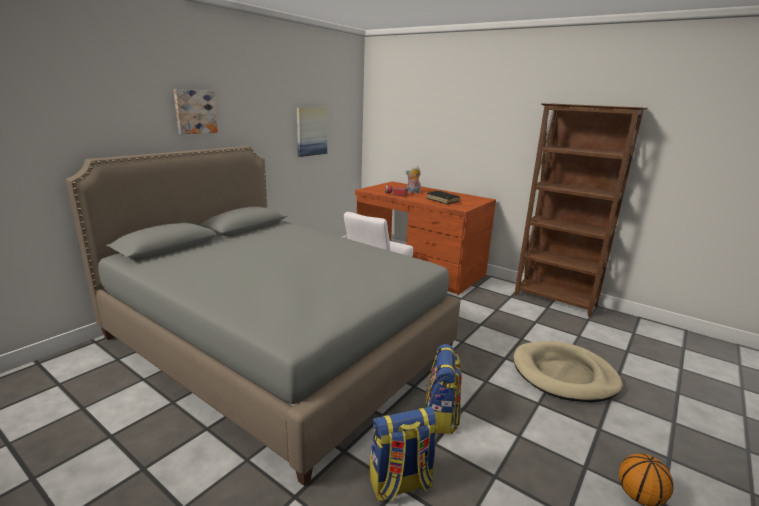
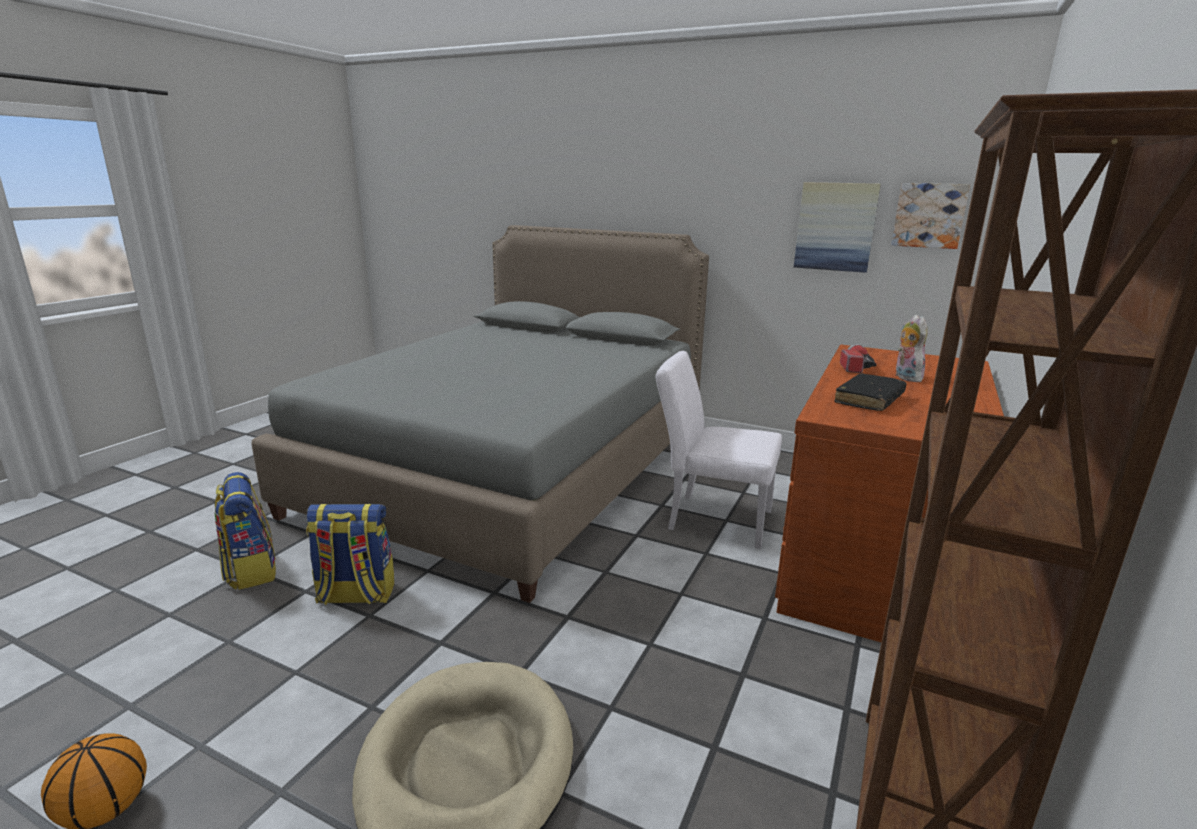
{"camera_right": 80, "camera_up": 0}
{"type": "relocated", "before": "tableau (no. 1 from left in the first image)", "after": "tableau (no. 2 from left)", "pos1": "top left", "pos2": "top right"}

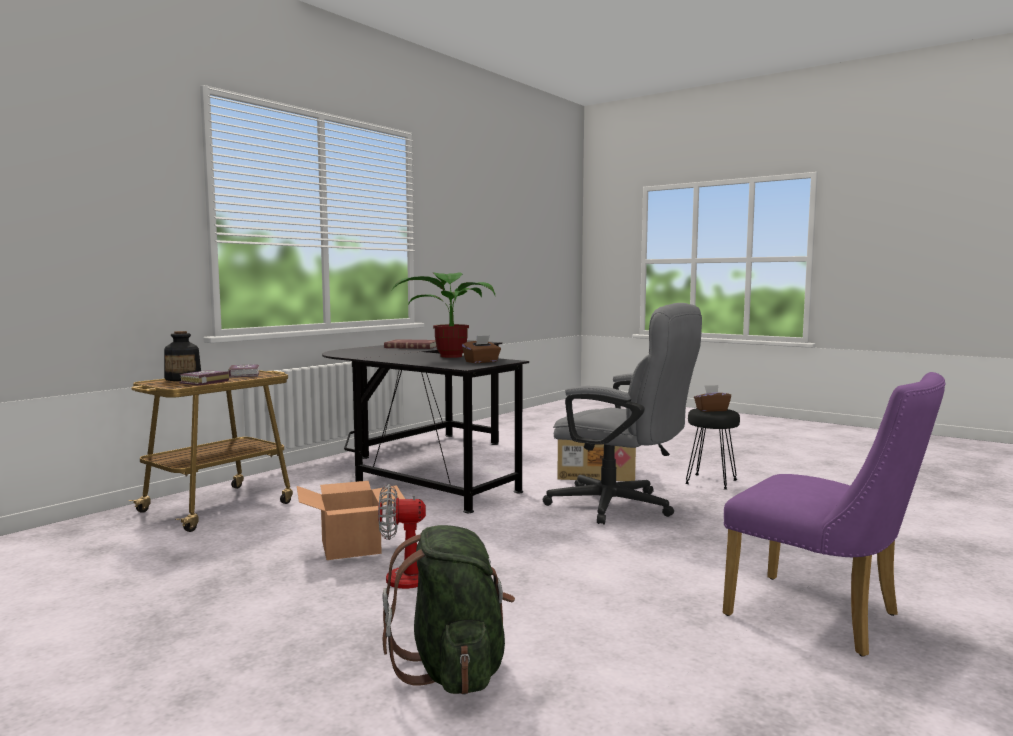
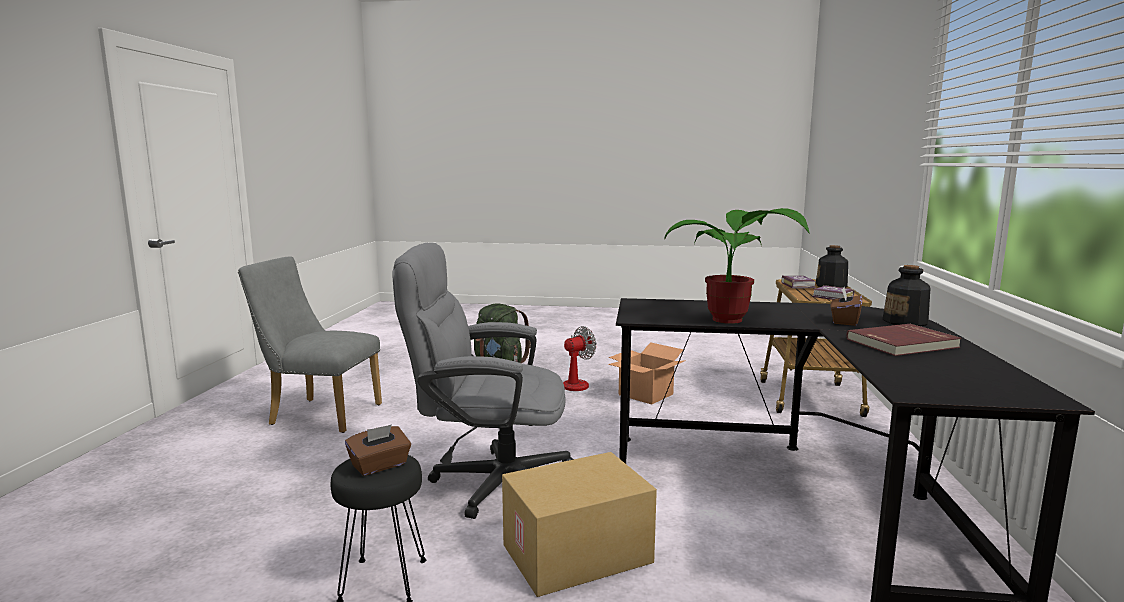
{"camera_right": 150, "camera_up": 5}
{"type": "relocated", "before": "boîte à mouchoirs (marron) (no. 1 from left in the first image)", "after": "boîte à mouchoirs (marron) (no. 2 from left)", "pos1": "centre", "pos2": "middle right"}
{"type": "colour", "before": "chaise (violet)", "after": "chaise (gris)", "pos1": "bottom right", "pos2": "middle left"}
{"type": "appeared", "after": "bouteille (no. 2 from left)", "pos2": "middle right"}

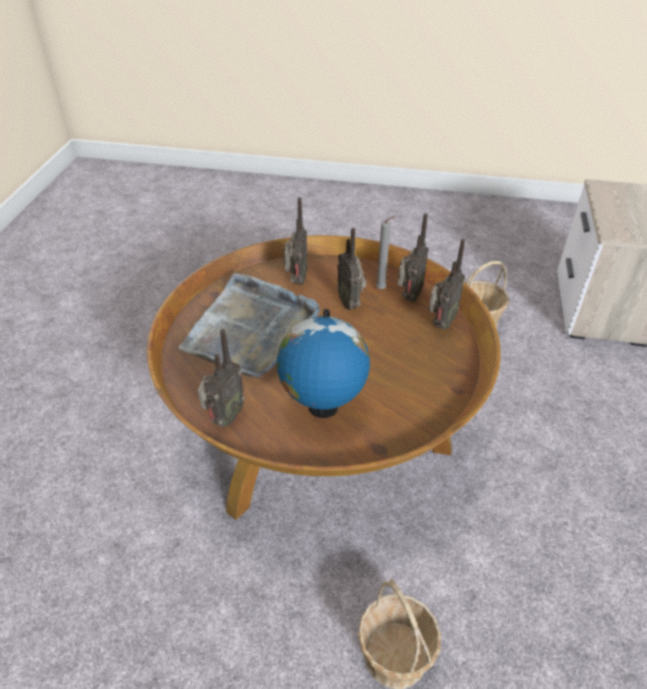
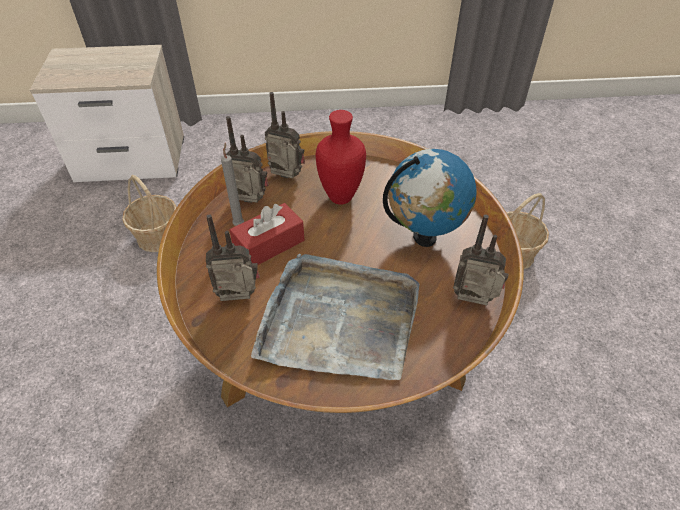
{"camera_right": -105, "camera_up": 5}
{"type": "exchanged", "before": "radio (no. 3 from left)", "after": "boîte à mouchoirs (rouge)", "pos1": "centre", "pos2": "centre"}
{"type": "appeared", "after": "vase (rouge)", "pos2": "top centre"}

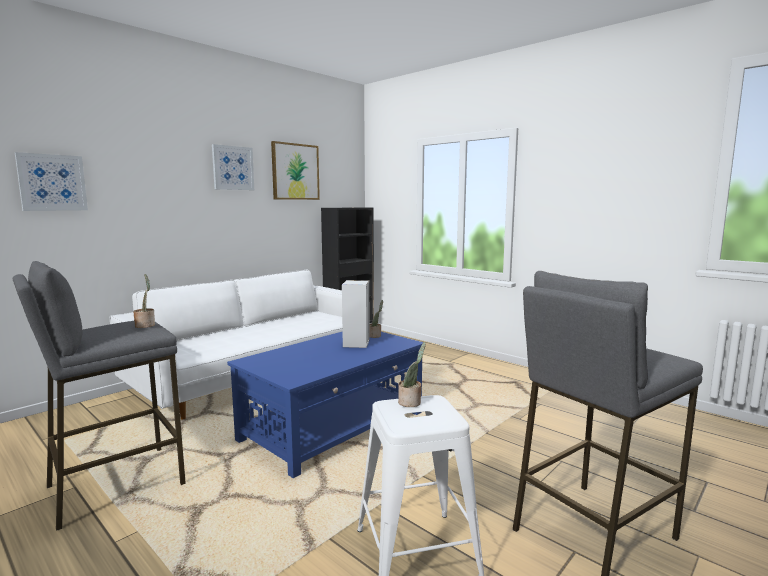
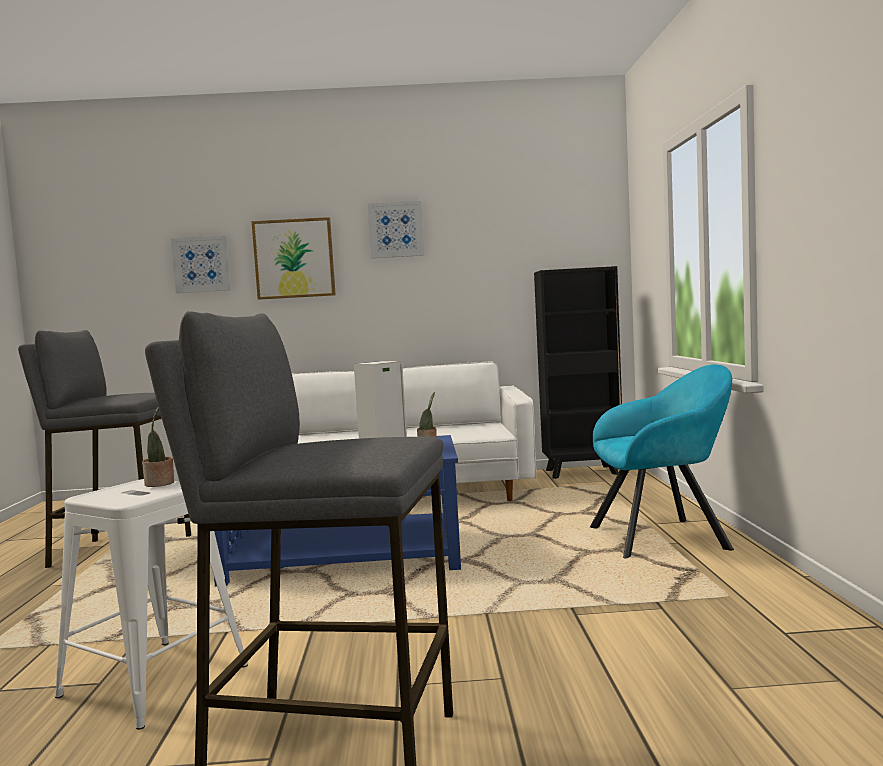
{"camera_right": 45, "camera_up": -5}
{"type": "missing", "before": "plante en pot (no. 1 from left)", "pos1": "middle left"}
{"type": "relocated", "before": "tableau (no. 3 from left in the first image)", "after": "tableau (no. 2 from left)", "pos1": "top centre", "pos2": "middle left"}
{"type": "appeared", "after": "fauteuil (turquoise)", "pos2": "middle right"}

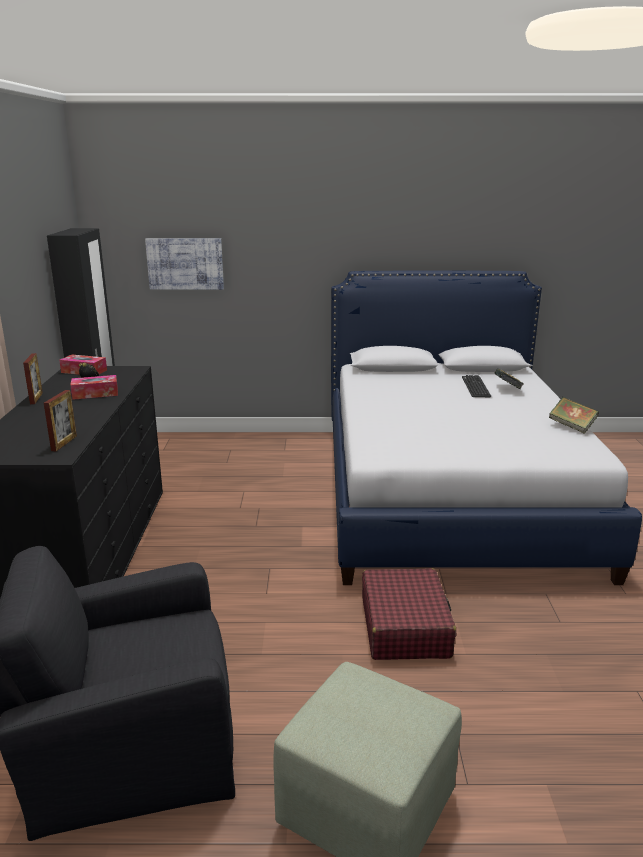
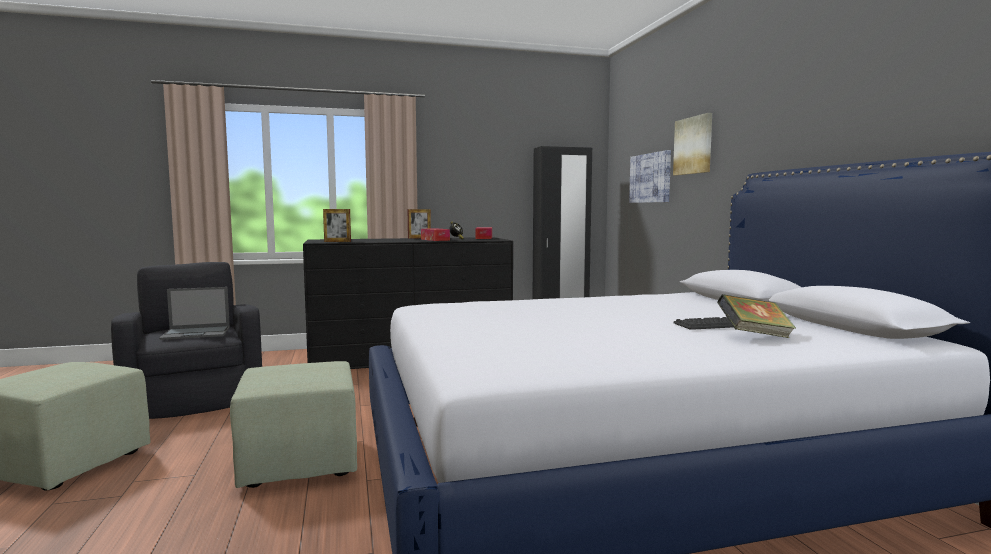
{"camera_right": 75, "camera_up": -15}
{"type": "exchanged", "before": "valise (rouge)", "after": "pouf (vert) (no. 2 from left)", "pos1": "bottom centre", "pos2": "bottom left"}
{"type": "missing", "before": "livre (no. 2 from left)", "pos1": "middle right"}
{"type": "appeared", "after": "ordinateur portable", "pos2": "middle left"}
{"type": "appeared", "after": "tableau (no. 2 from left)", "pos2": "top right"}

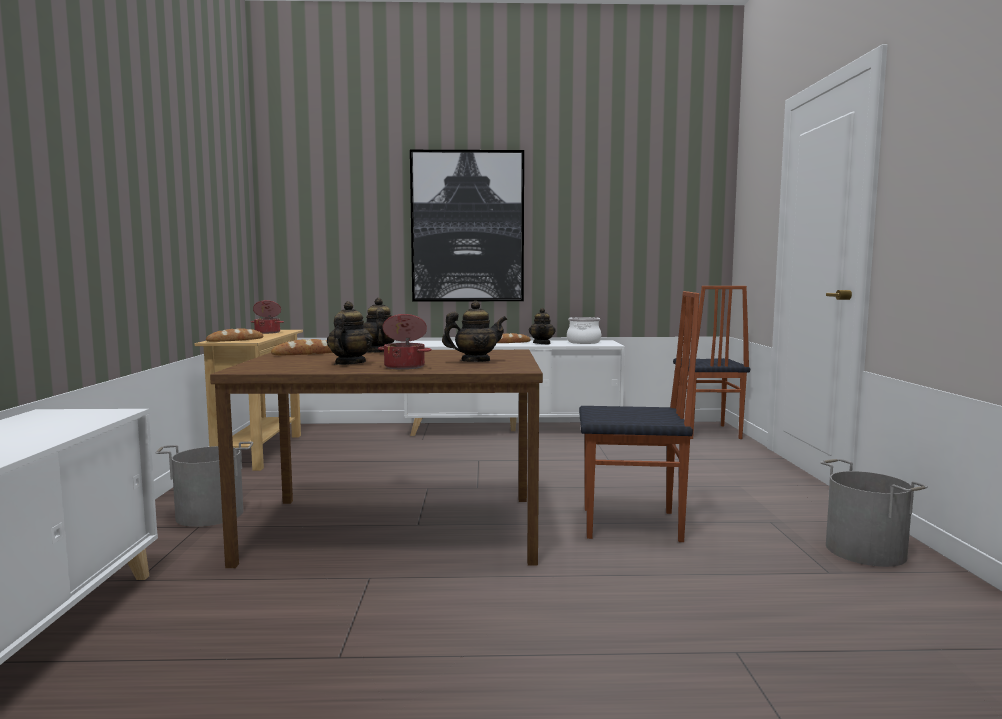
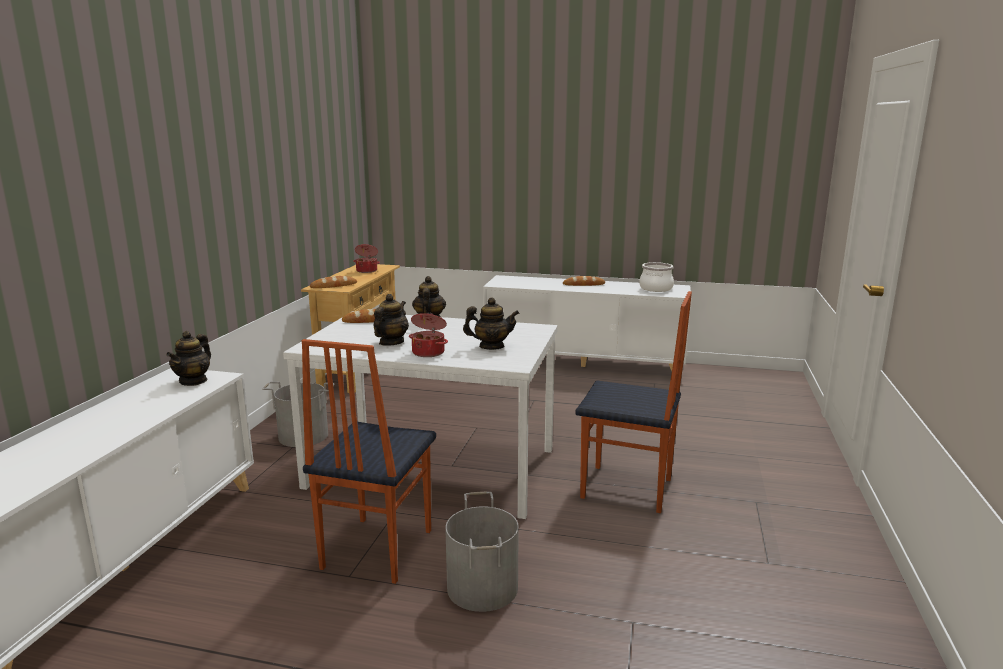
{"camera_right": 15, "camera_up": 10}
{"type": "colour", "before": "table à manger (marron)", "after": "table à manger (blanc)", "pos1": "centre", "pos2": "centre"}
{"type": "missing", "before": "tableau", "pos1": "top centre"}
{"type": "relocated", "before": "théière (no. 4 from left in the first image)", "after": "théière (no. 1 from left)", "pos1": "centre", "pos2": "middle left"}
{"type": "relocated", "before": "chaise (no. 2 from left in the first image)", "after": "chaise (no. 1 from left)", "pos1": "middle right", "pos2": "bottom centre"}
{"type": "relocated", "before": "seau (gris) (no. 2 from left)", "pos1": "bottom right", "pos2": "bottom centre"}

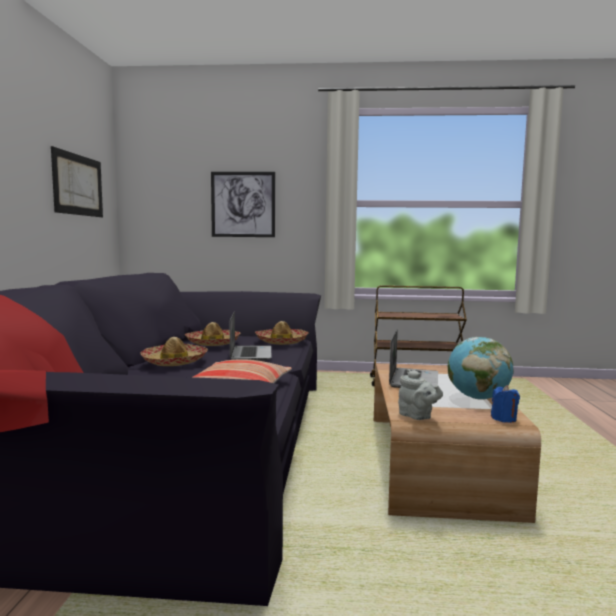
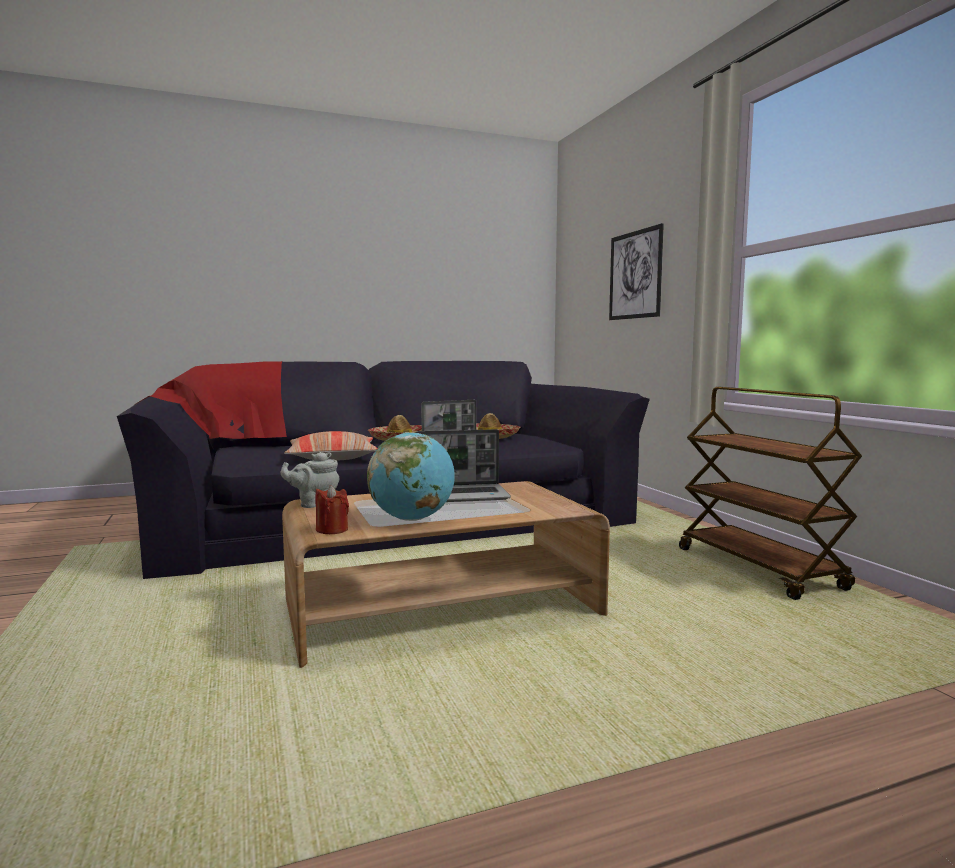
{"camera_right": 65, "camera_up": 0}
{"type": "missing", "before": "tableau (no. 1 from left)", "pos1": "top left"}
{"type": "missing", "before": "chapeau (no. 3 from left)", "pos1": "centre"}
{"type": "spun", "before": "théière (gris)", "pos1": "middle right", "pos2": "middle left", "turn": 45}
{"type": "colour", "before": "bougie (bleu)", "after": "bougie (rouge)", "pos1": "middle right", "pos2": "centre"}

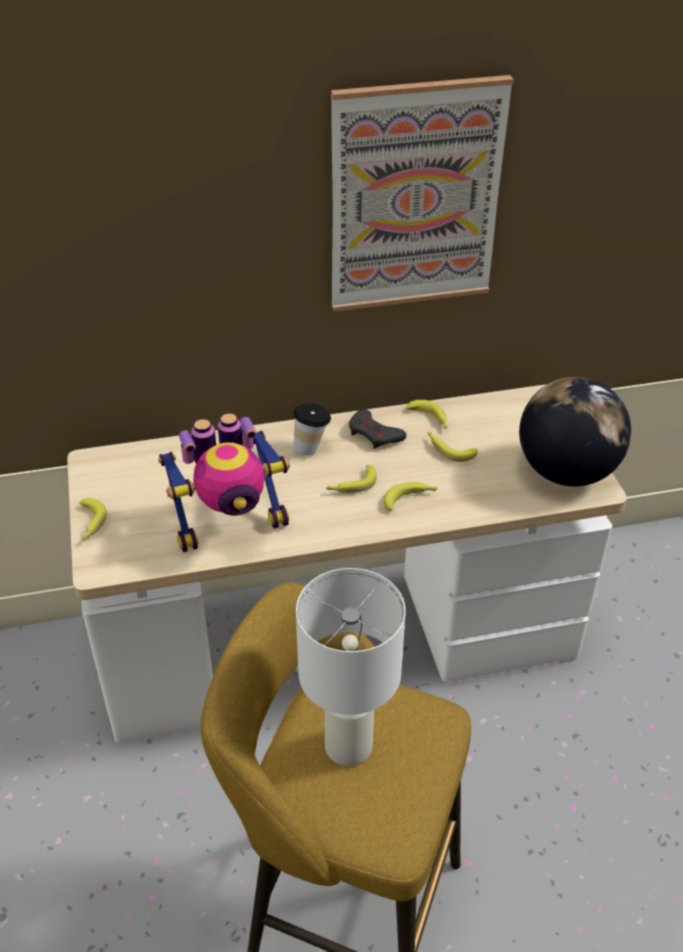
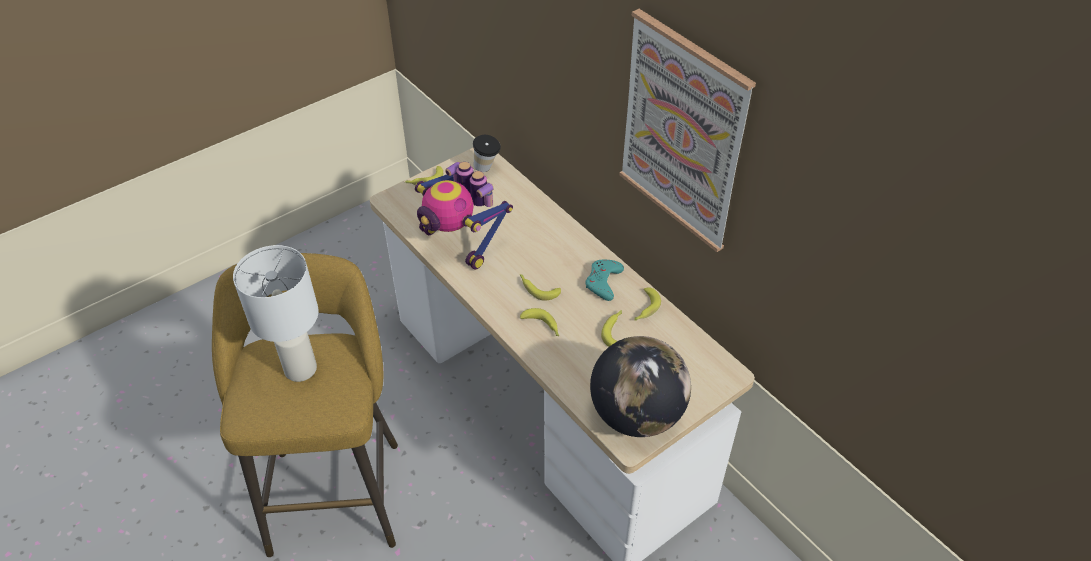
{"camera_right": 65, "camera_up": 5}
{"type": "relocated", "before": "tasse", "pos1": "centre", "pos2": "top centre"}
{"type": "colour", "before": "manette (gris)", "after": "manette (turquoise)", "pos1": "centre", "pos2": "centre"}

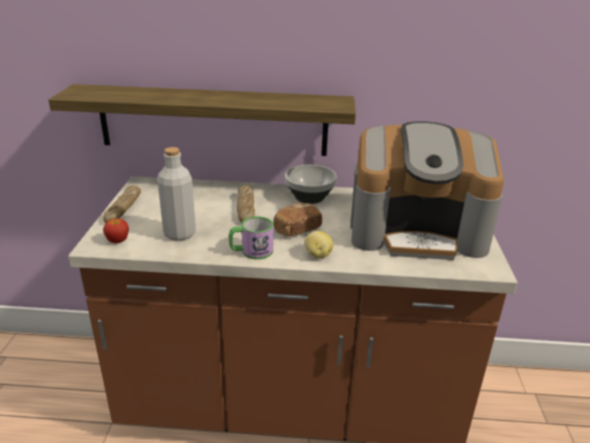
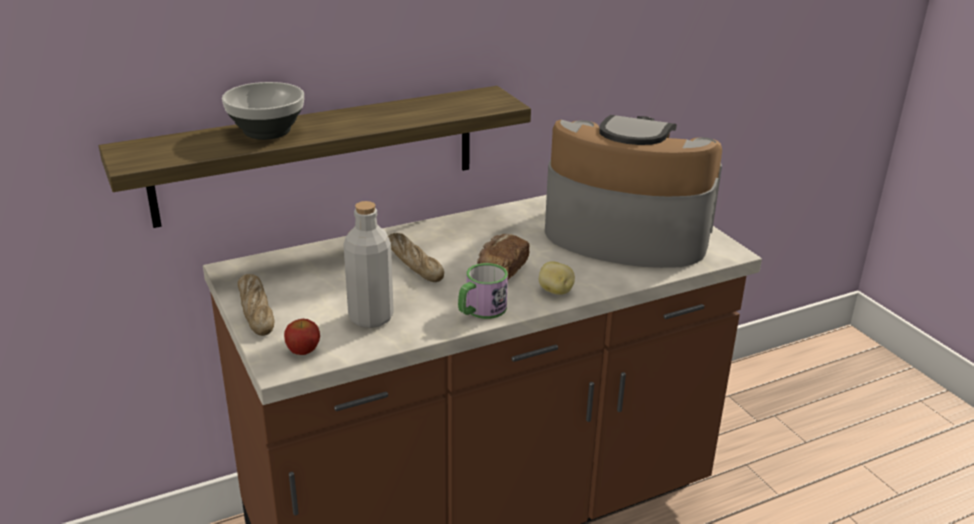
{"camera_right": -30, "camera_up": 0}
{"type": "relocated", "before": "bol", "pos1": "centre", "pos2": "top left"}
{"type": "spun", "before": "machine à café", "pos1": "middle right", "pos2": "centre", "turn": -135}

